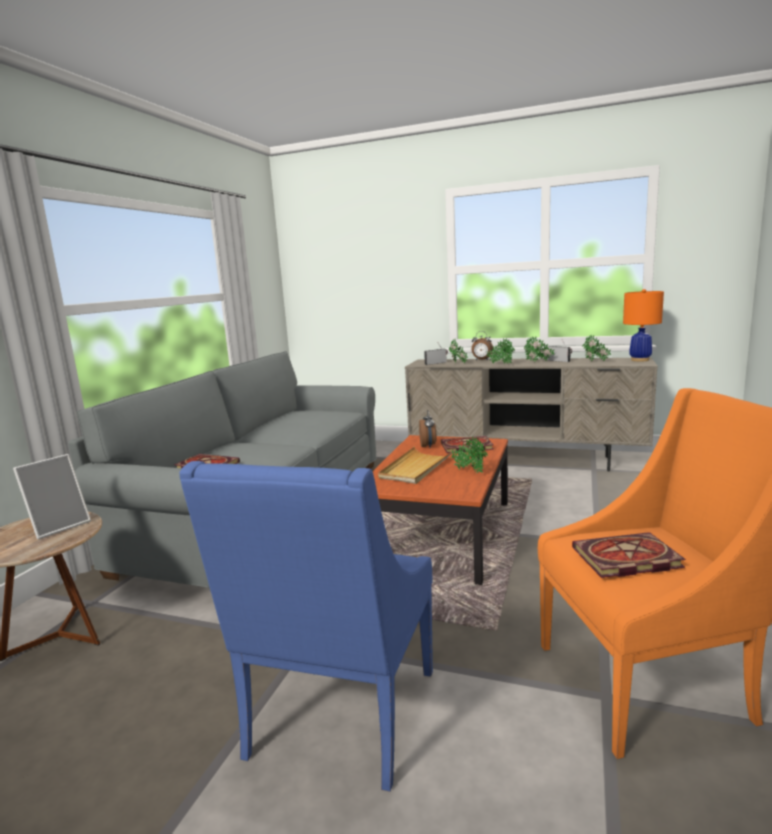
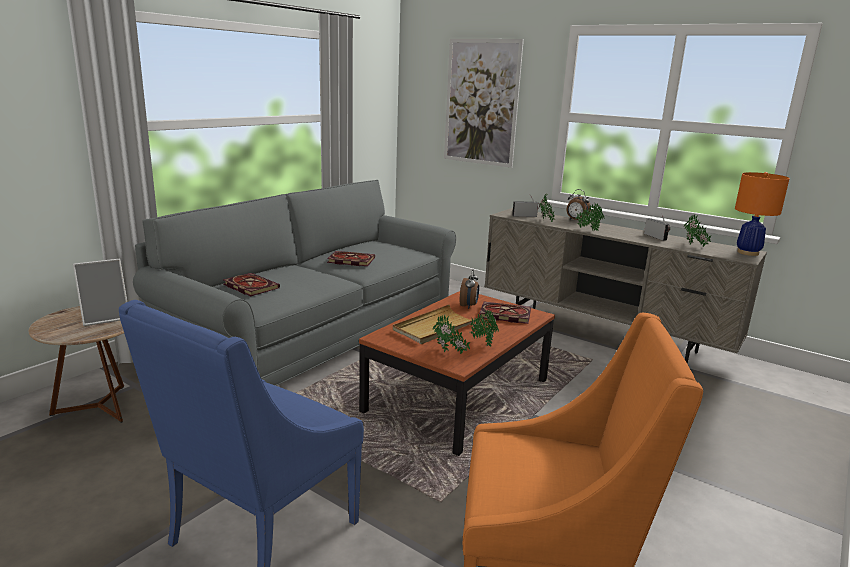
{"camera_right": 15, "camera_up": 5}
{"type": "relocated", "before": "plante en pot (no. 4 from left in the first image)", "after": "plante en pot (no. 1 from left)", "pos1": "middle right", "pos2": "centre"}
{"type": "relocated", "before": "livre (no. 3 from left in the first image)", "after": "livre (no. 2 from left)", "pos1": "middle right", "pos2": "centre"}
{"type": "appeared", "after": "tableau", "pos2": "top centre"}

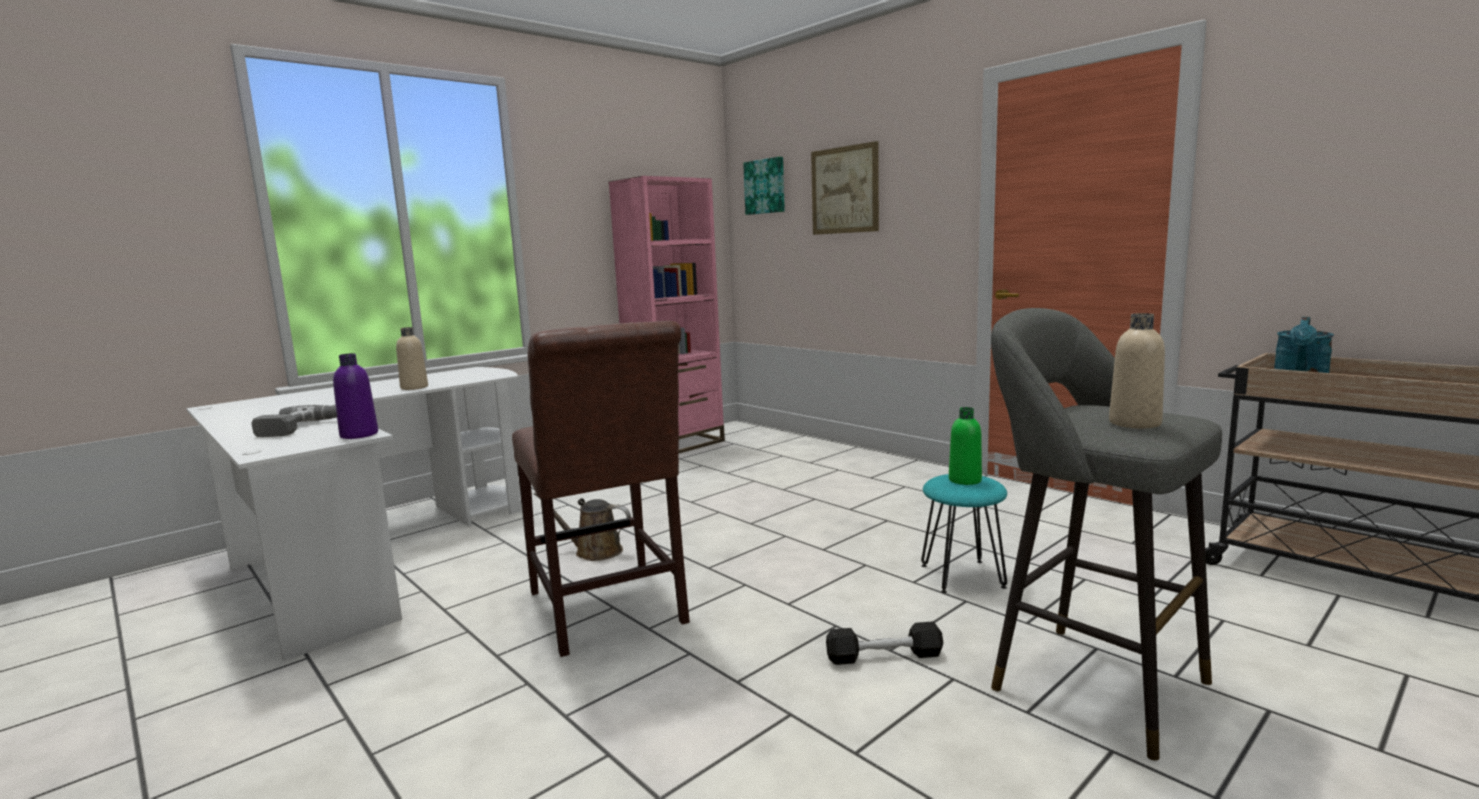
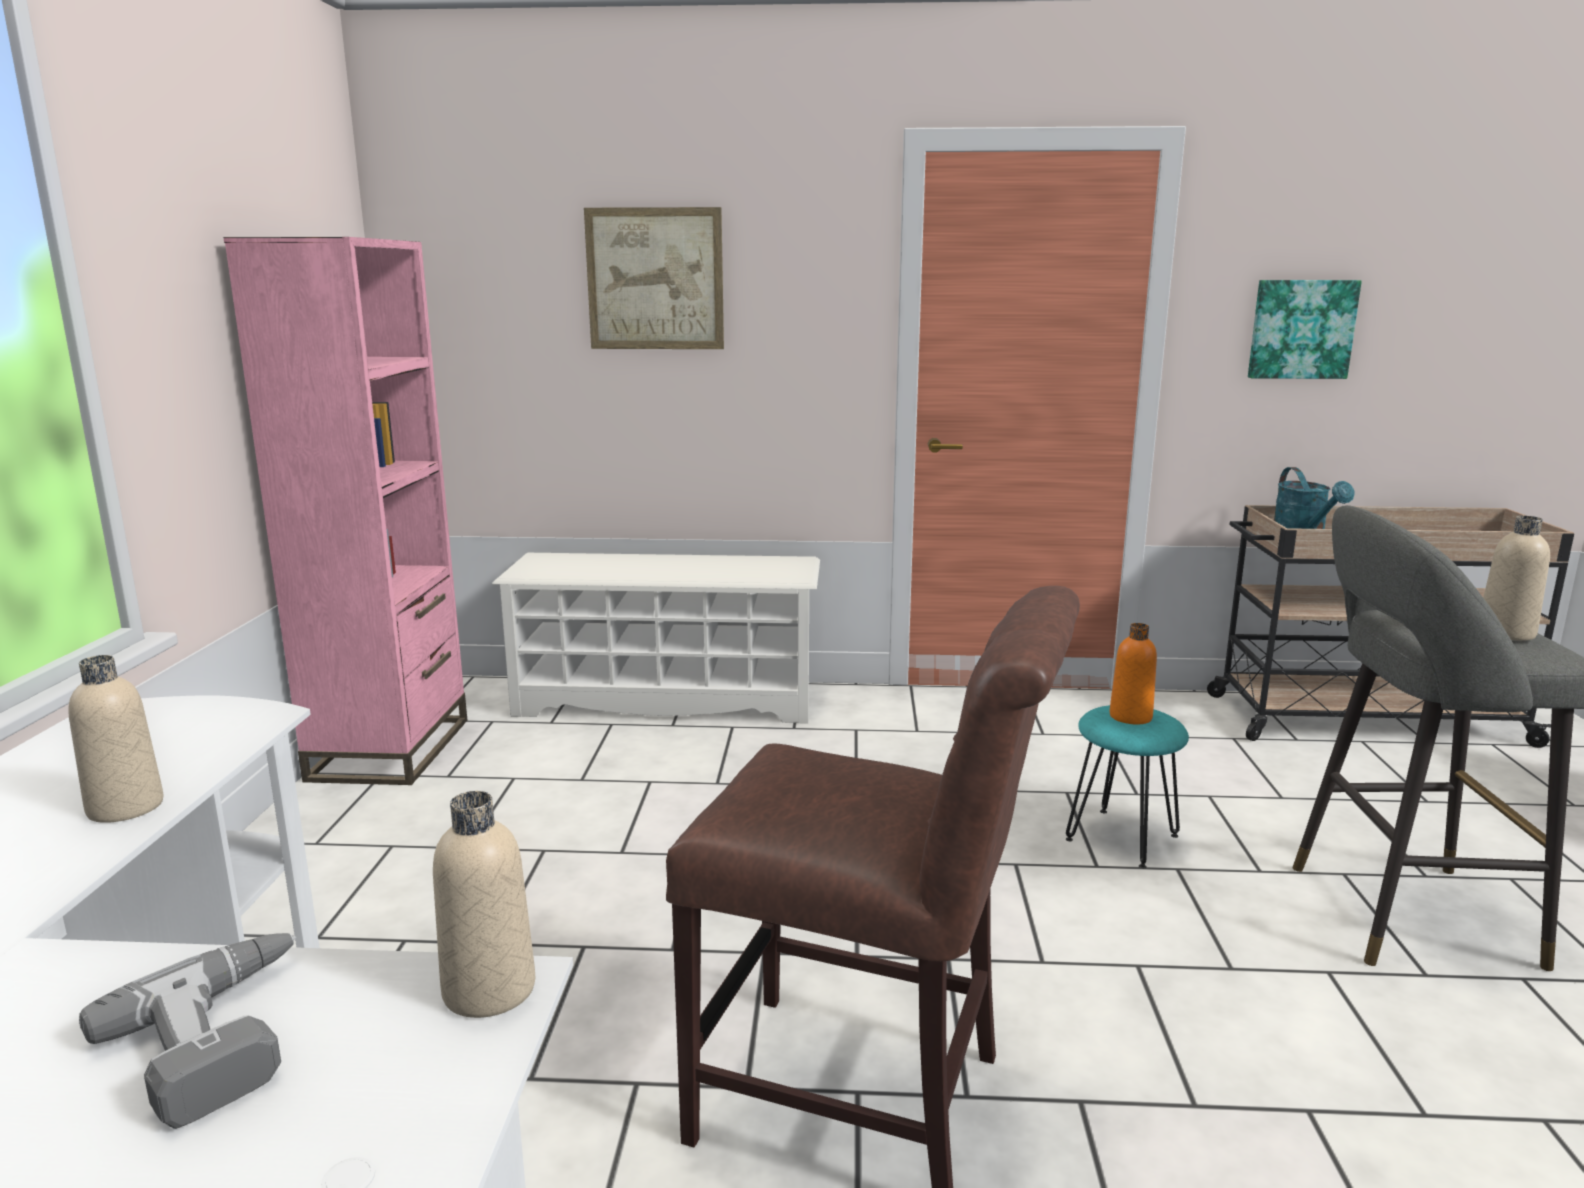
{"camera_right": -45, "camera_up": 5}
{"type": "colour", "before": "bouteille (violet)", "after": "bouteille (beige) (no. 2 from left)", "pos1": "middle left", "pos2": "bottom left"}
{"type": "missing", "before": "arrosoir (marron)", "pos1": "centre"}
{"type": "relocated", "before": "tableau (no. 1 from left in the first image)", "after": "tableau (no. 2 from left)", "pos1": "top centre", "pos2": "top right"}
{"type": "missing", "before": "haltère (noir)", "pos1": "bottom centre"}
{"type": "colour", "before": "bouteille (vert)", "after": "bouteille (orange)", "pos1": "centre", "pos2": "middle right"}
{"type": "appeared", "after": "étagère à chaussures (blanc)", "pos2": "centre"}

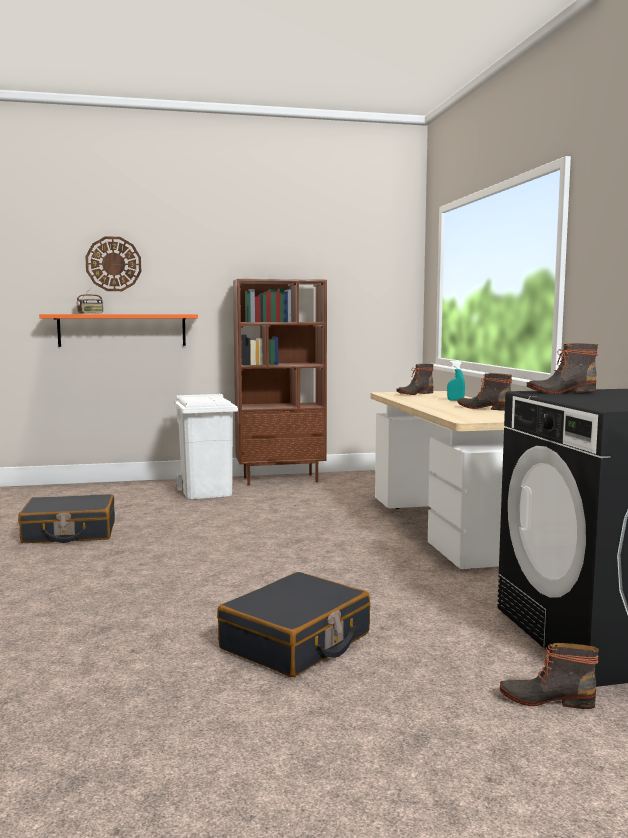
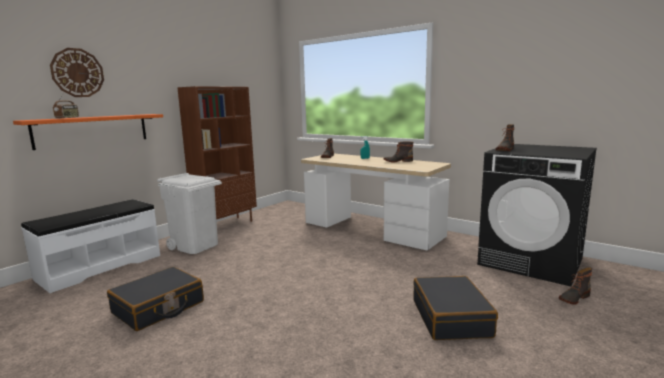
{"camera_right": -40, "camera_up": 5}
{"type": "appeared", "after": "banc (blanc)", "pos2": "middle left"}

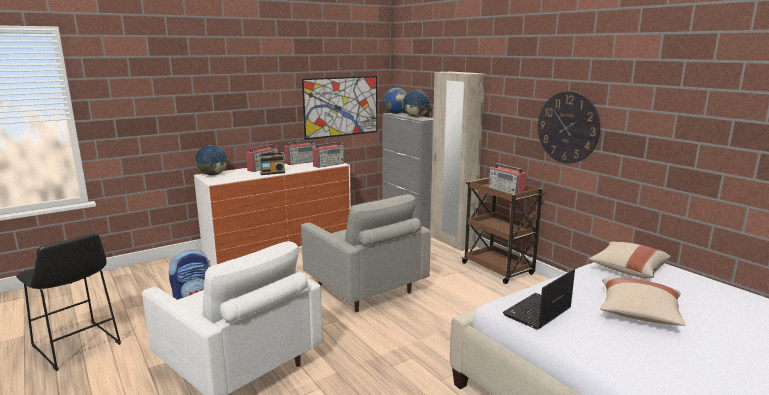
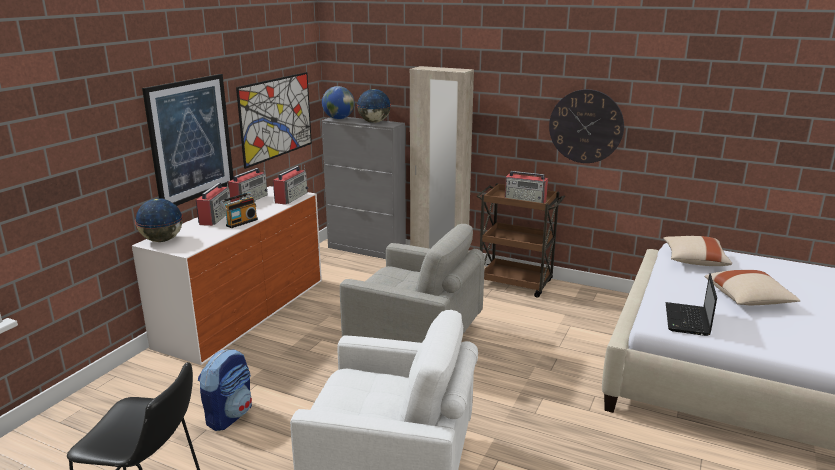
{"camera_right": -30, "camera_up": 5}
{"type": "appeared", "after": "tableau (no. 1 from left)", "pos2": "top left"}

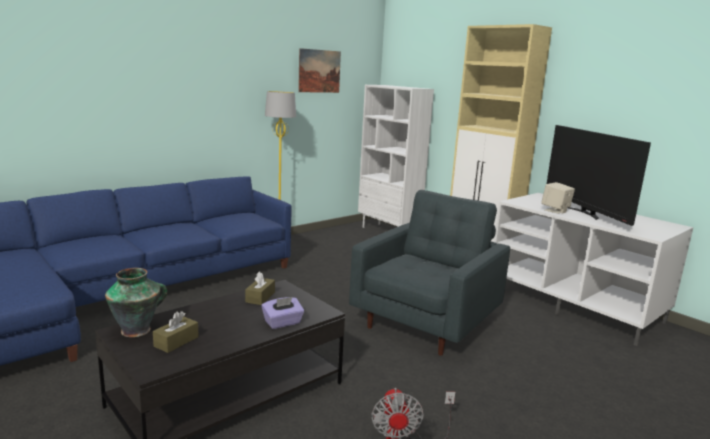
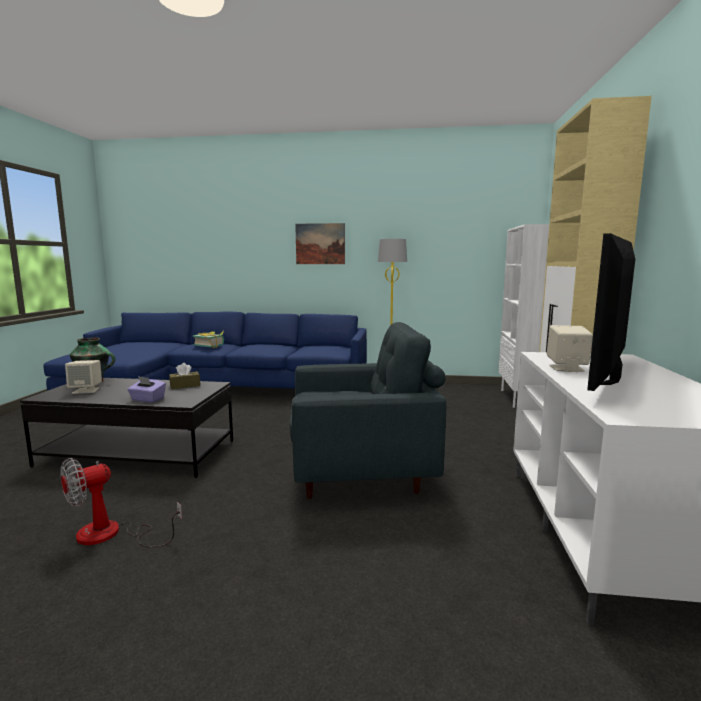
{"camera_right": 50, "camera_up": -5}
{"type": "exchanged", "before": "boîte à mouchoirs (marron) (no. 1 from left)", "after": "enceinte (beige) (no. 1 from left)", "pos1": "bottom left", "pos2": "middle left"}
{"type": "relocated", "before": "tableau", "pos1": "top centre", "pos2": "centre"}
{"type": "appeared", "after": "livre", "pos2": "middle left"}

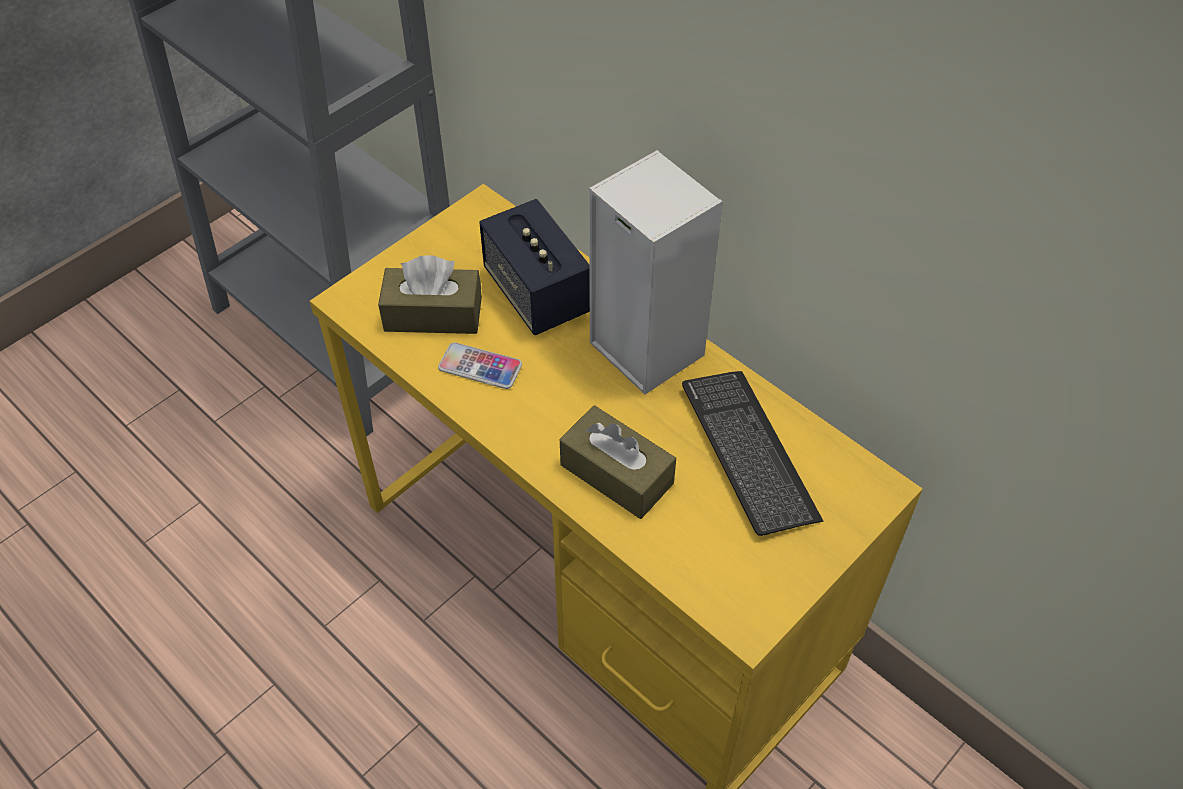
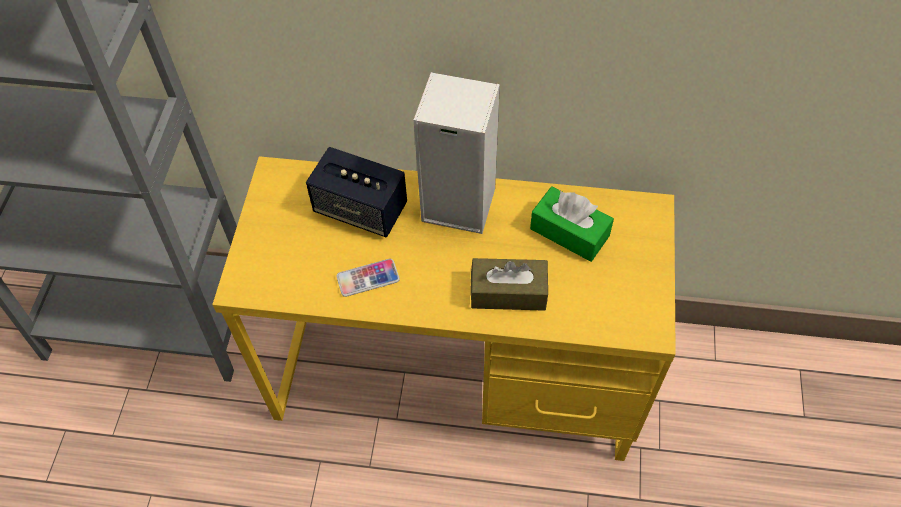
{"camera_right": -35, "camera_up": 5}
{"type": "missing", "before": "boîte à mouchoirs (marron) (no. 1 from left)", "pos1": "centre"}
{"type": "exchanged", "before": "clavier", "after": "boîte à mouchoirs (vert)", "pos1": "centre", "pos2": "centre"}

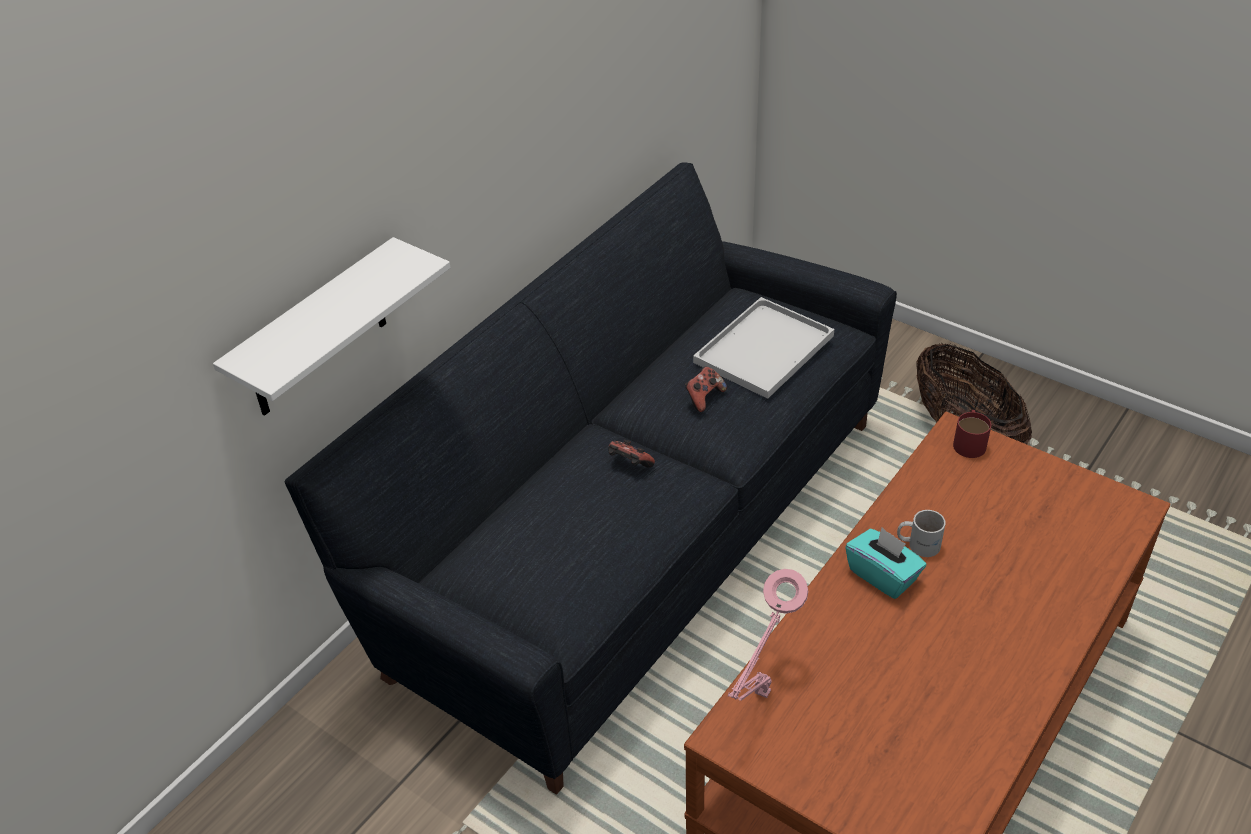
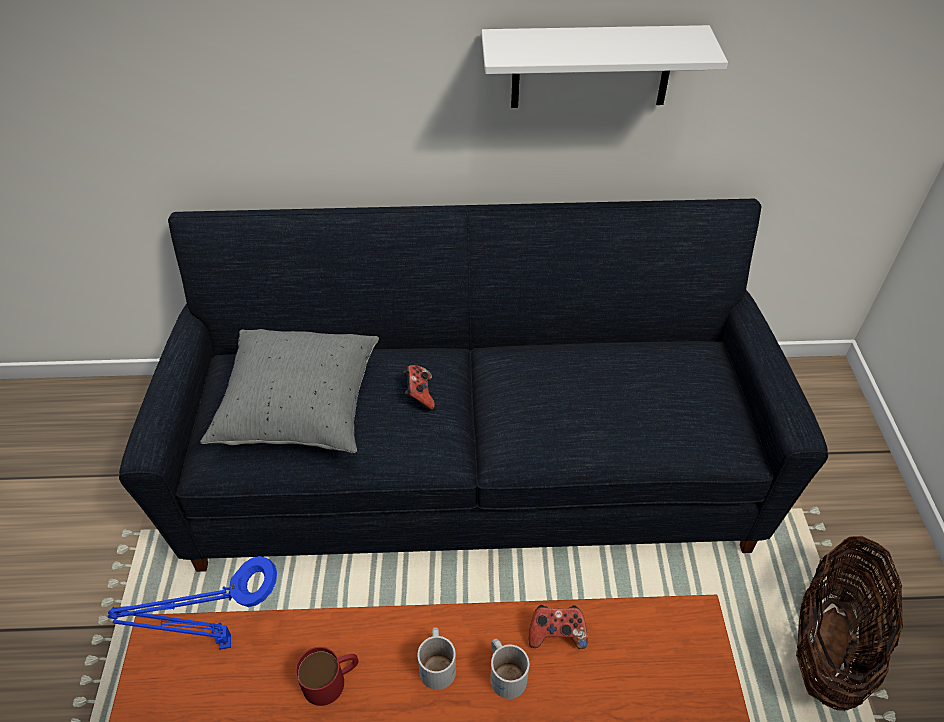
{"camera_right": 50, "camera_up": 5}
{"type": "relocated", "before": "étagère (blanc)", "pos1": "middle left", "pos2": "top centre"}
{"type": "relocated", "before": "manette (no. 2 from left)", "pos1": "centre", "pos2": "bottom centre"}
{"type": "missing", "before": "plateau (blanc)", "pos1": "centre"}
{"type": "colour", "before": "lampe de table (rose)", "after": "lampe de table (bleu)", "pos1": "bottom centre", "pos2": "bottom left"}
{"type": "exchanged", "before": "boîte à mouchoirs (turquoise)", "after": "mug (blanc) (no. 1 from left)", "pos1": "bottom right", "pos2": "bottom centre"}
{"type": "relocated", "before": "mug (rouge)", "pos1": "middle right", "pos2": "bottom centre"}
{"type": "appeared", "after": "coussin (gris)", "pos2": "middle left"}

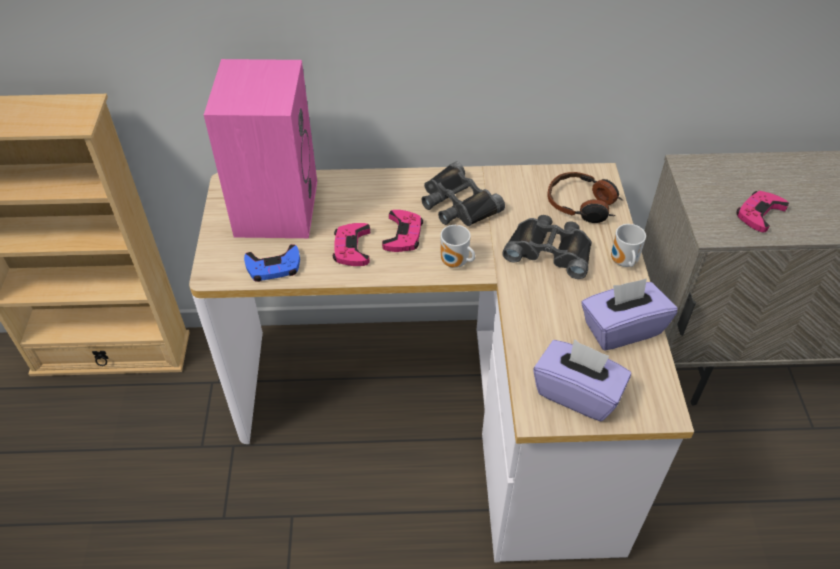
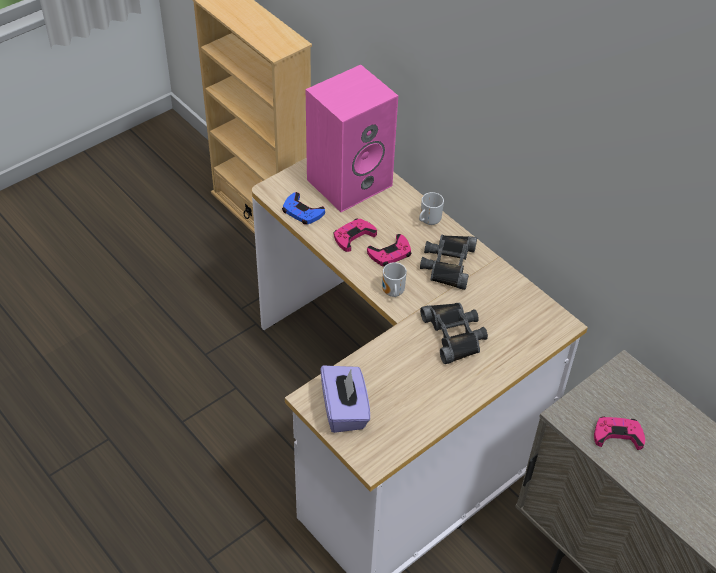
{"camera_right": 50, "camera_up": 0}
{"type": "missing", "before": "casque audio", "pos1": "middle right"}
{"type": "missing", "before": "boîte à mouchoirs (violet) (no. 2 from left)", "pos1": "middle right"}
{"type": "relocated", "before": "mug (no. 2 from left)", "pos1": "middle right", "pos2": "centre"}

